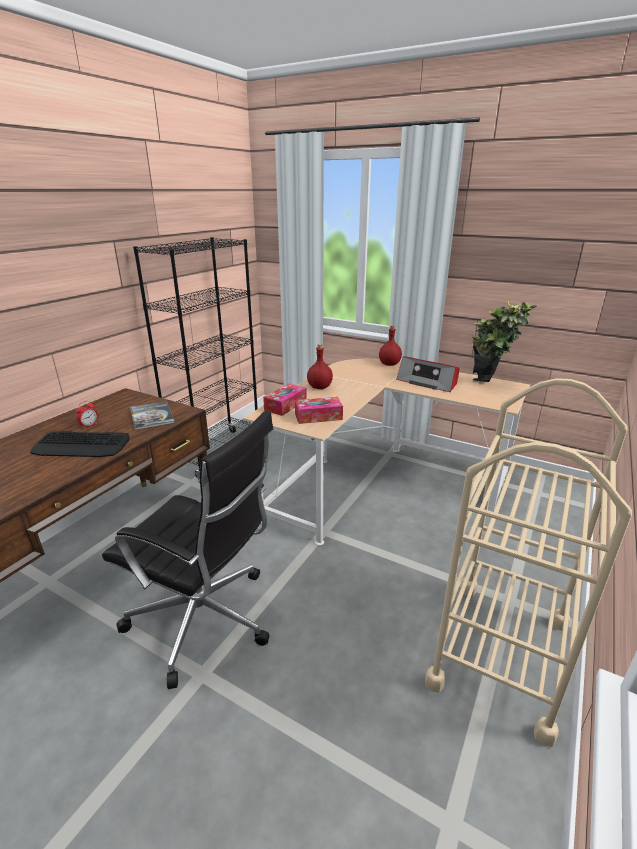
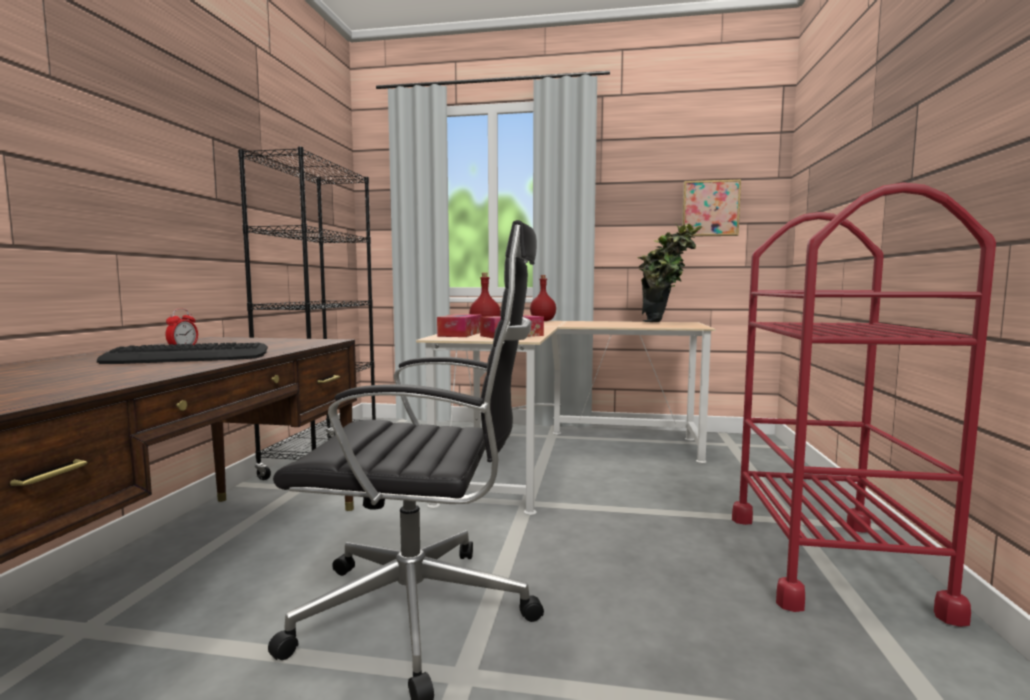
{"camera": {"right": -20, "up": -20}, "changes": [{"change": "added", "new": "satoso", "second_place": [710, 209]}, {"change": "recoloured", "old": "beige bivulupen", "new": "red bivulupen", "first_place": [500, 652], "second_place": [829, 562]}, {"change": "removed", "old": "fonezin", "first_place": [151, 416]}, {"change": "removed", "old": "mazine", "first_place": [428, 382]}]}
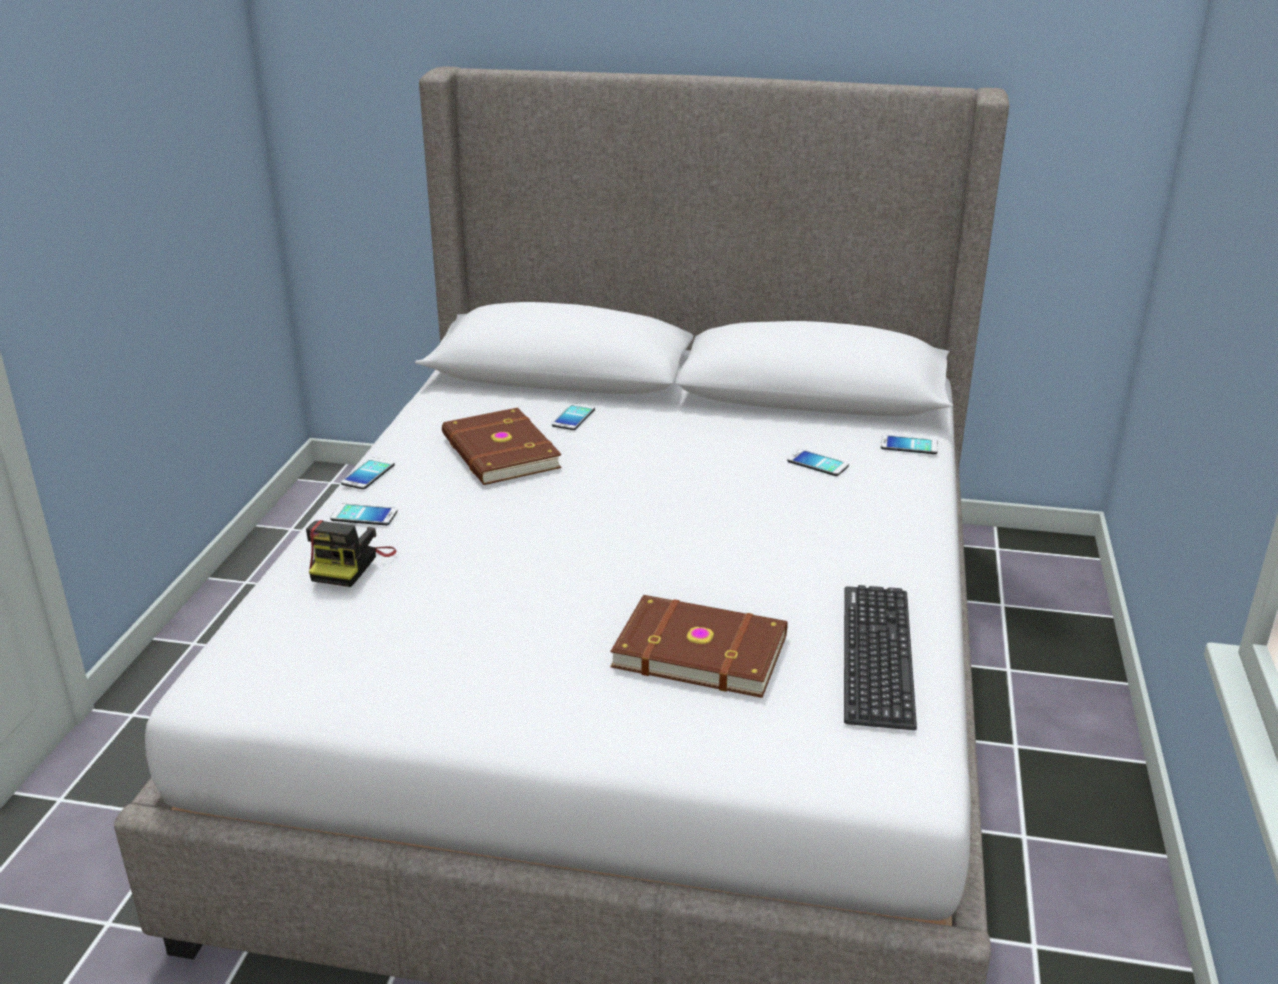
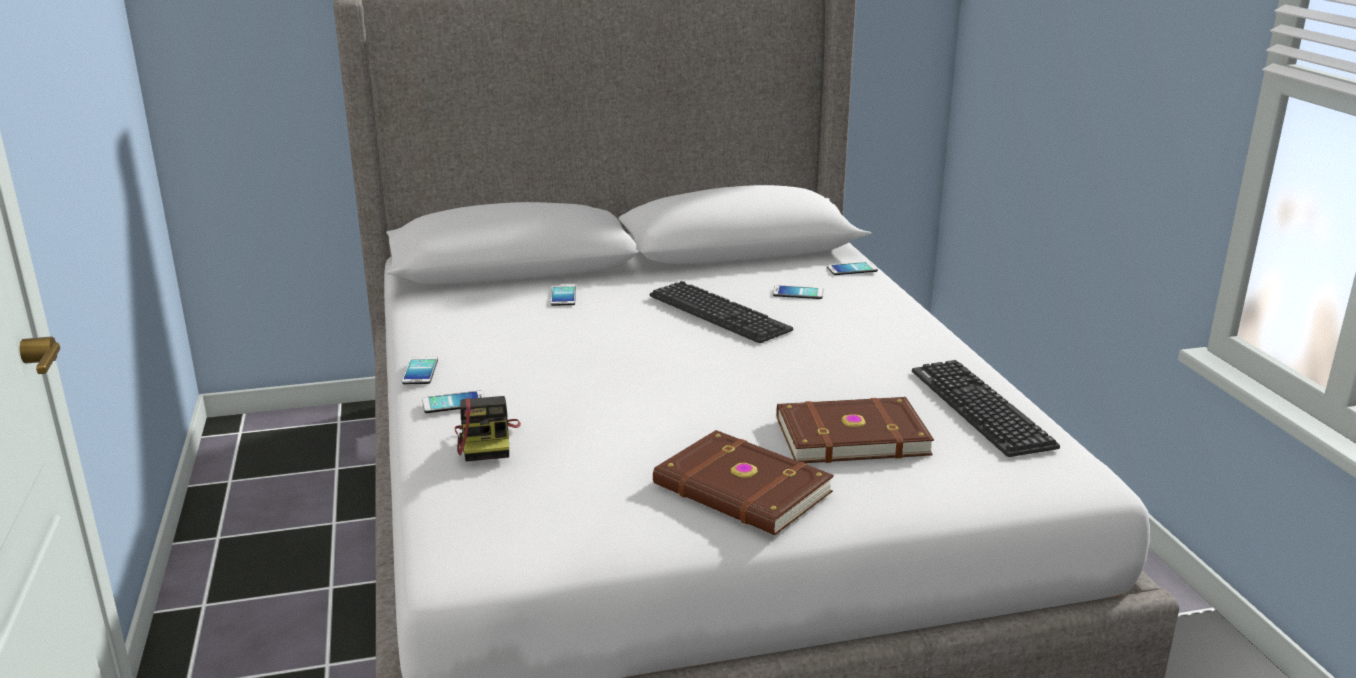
{"camera": {"right": -25, "up": -5}, "changes": [{"change": "added", "new": "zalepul", "second_place": [718, 313]}, {"change": "moved", "old": "brown fonezin", "first_place": [498, 453], "second_place": [741, 490]}]}
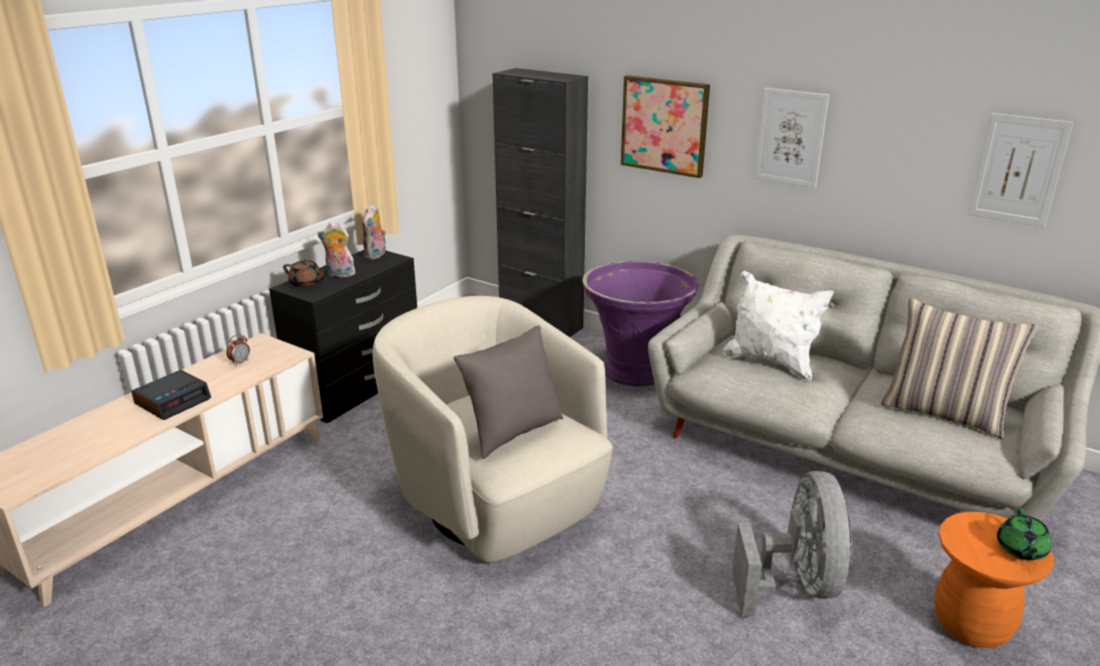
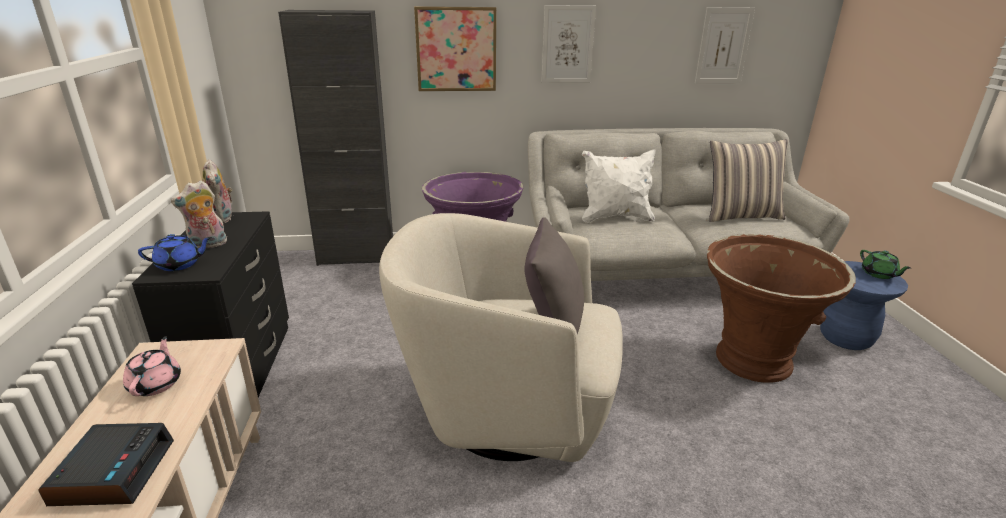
{"camera": {"right": -40, "up": 0}, "changes": [{"change": "replaced", "old": "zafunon", "new": "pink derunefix", "first_place": [240, 362], "second_place": [156, 384]}, {"change": "recoloured", "old": "brown derunefix", "new": "blue derunefix", "first_place": [307, 284], "second_place": [179, 264]}, {"change": "replaced", "old": "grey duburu", "new": "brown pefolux", "first_place": [795, 584], "second_place": [752, 361]}, {"change": "recoloured", "old": "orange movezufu", "new": "blue movezufu", "first_place": [971, 624], "second_place": [845, 338]}]}
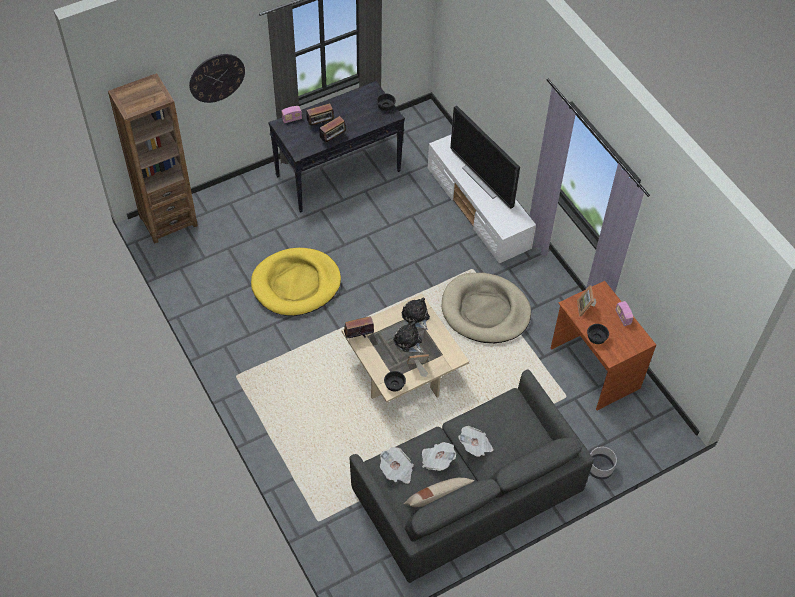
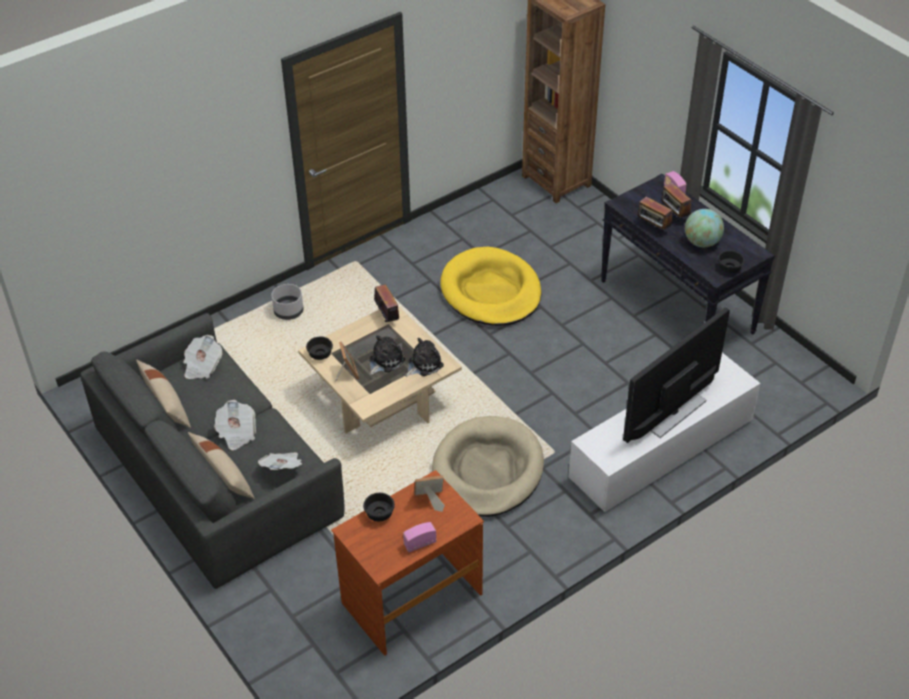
{"camera": {"right": 85, "up": -10}, "changes": [{"change": "added", "new": "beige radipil", "second_place": [223, 476]}, {"change": "moved", "old": "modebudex", "first_place": [437, 460], "second_place": [283, 468]}, {"change": "moved", "old": "grey pefolux", "first_place": [599, 469], "second_place": [288, 311]}, {"change": "added", "new": "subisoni", "second_place": [702, 242]}, {"change": "removed", "old": "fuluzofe", "first_place": [217, 78]}]}
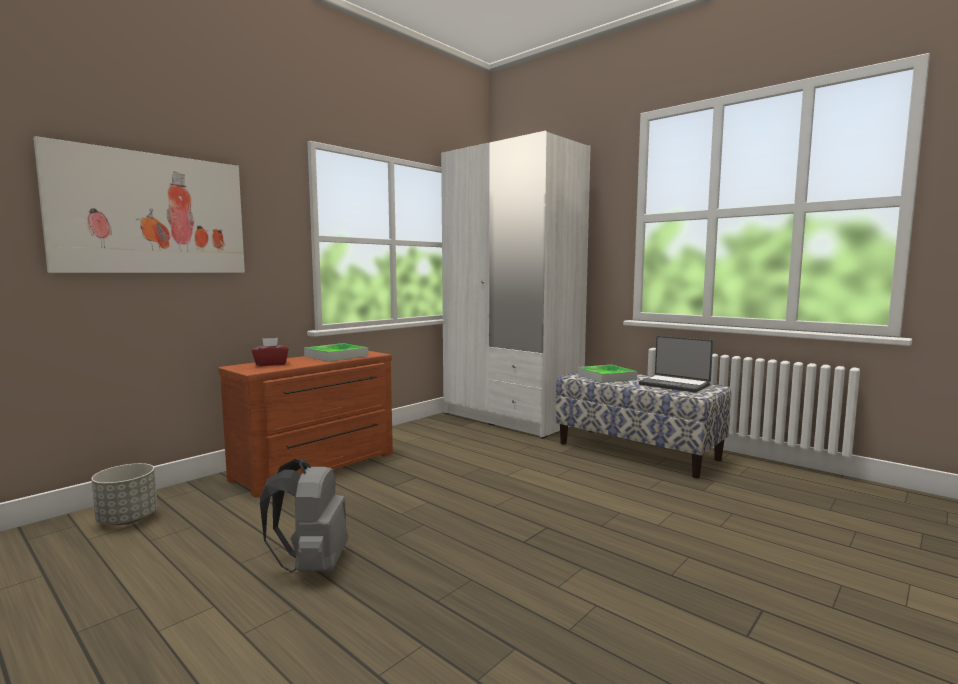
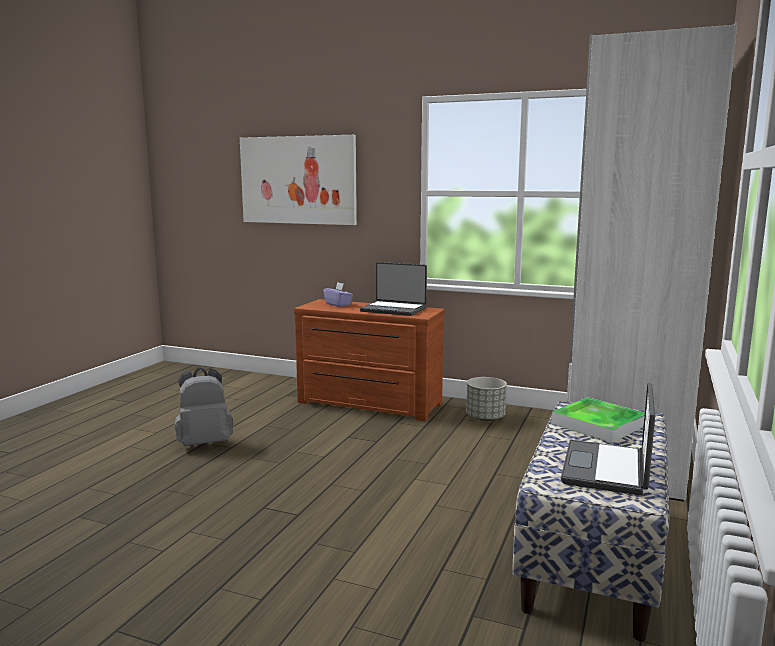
{"camera": {"right": 70, "up": 5}, "changes": [{"change": "recoloured", "old": "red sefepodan", "new": "purple sefepodan", "first_place": [271, 364], "second_place": [338, 304]}, {"change": "replaced", "old": "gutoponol", "new": "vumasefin", "first_place": [336, 356], "second_place": [394, 309]}, {"change": "moved", "old": "grey pefolux", "first_place": [127, 520], "second_place": [485, 418]}]}
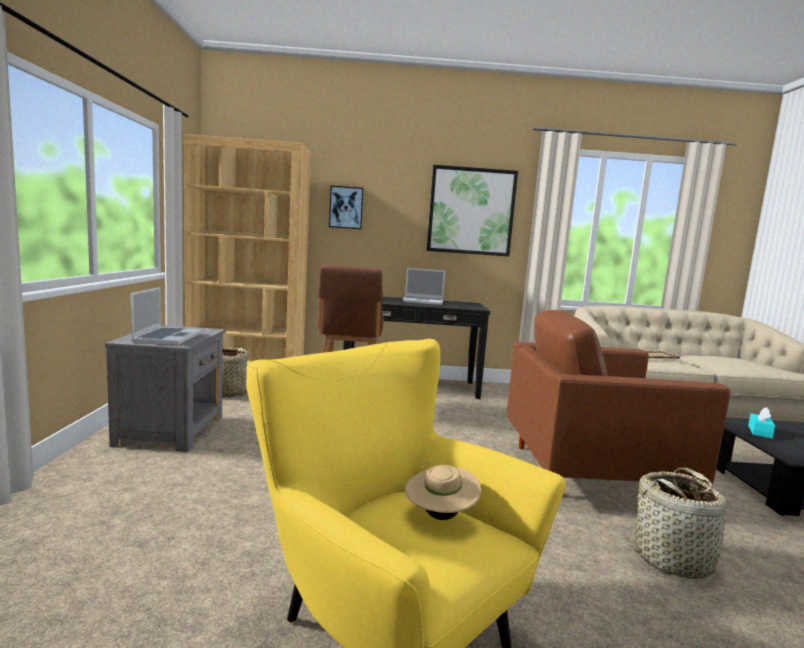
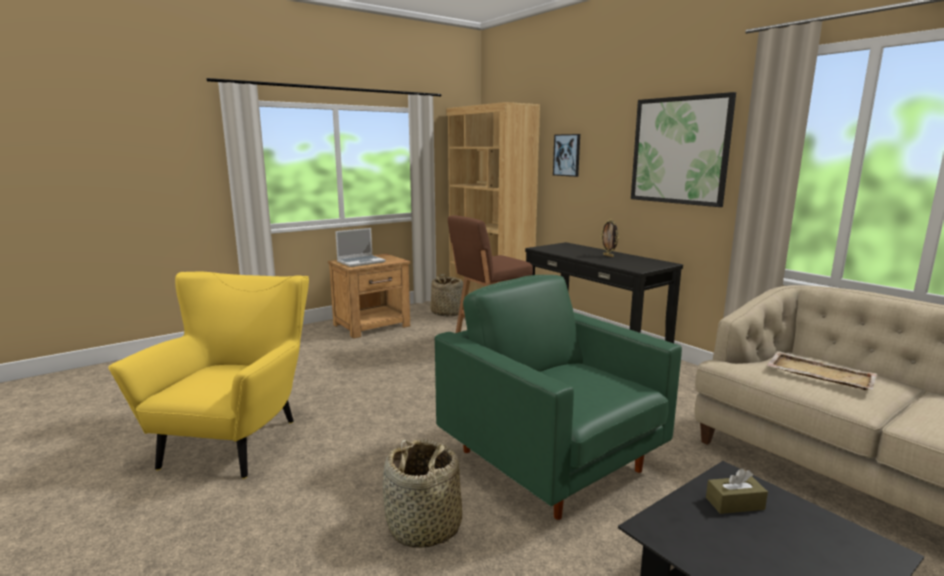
{"camera": {"right": 55, "up": 5}, "changes": [{"change": "recoloured", "old": "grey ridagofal", "new": "brown ridagofal", "first_place": [172, 430], "second_place": [373, 325]}, {"change": "recoloured", "old": "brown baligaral", "new": "green baligaral", "first_place": [592, 472], "second_place": [552, 461]}, {"change": "replaced", "old": "vumasefin", "new": "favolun", "first_place": [423, 301], "second_place": [608, 256]}, {"change": "recoloured", "old": "turquoise sefepodan", "new": "brown sefepodan", "first_place": [760, 431], "second_place": [734, 503]}, {"change": "removed", "old": "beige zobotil", "first_place": [439, 516]}]}
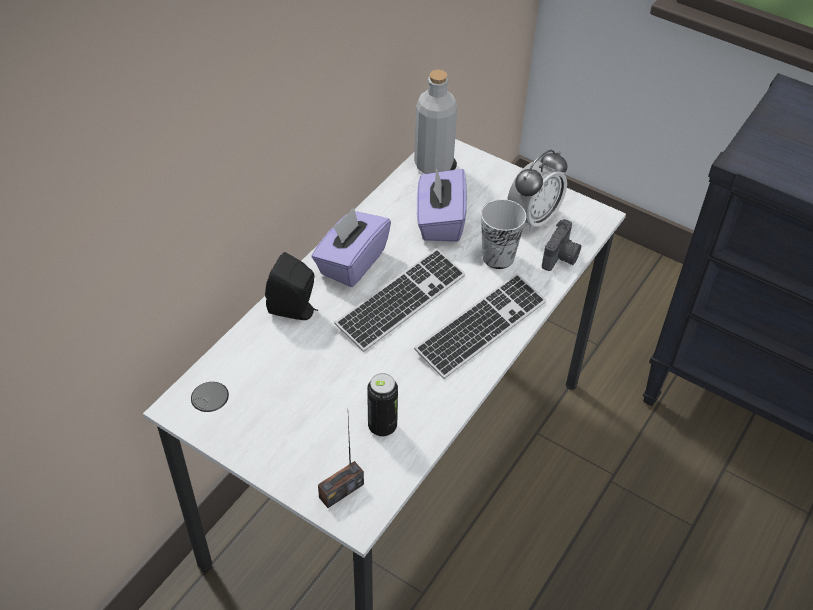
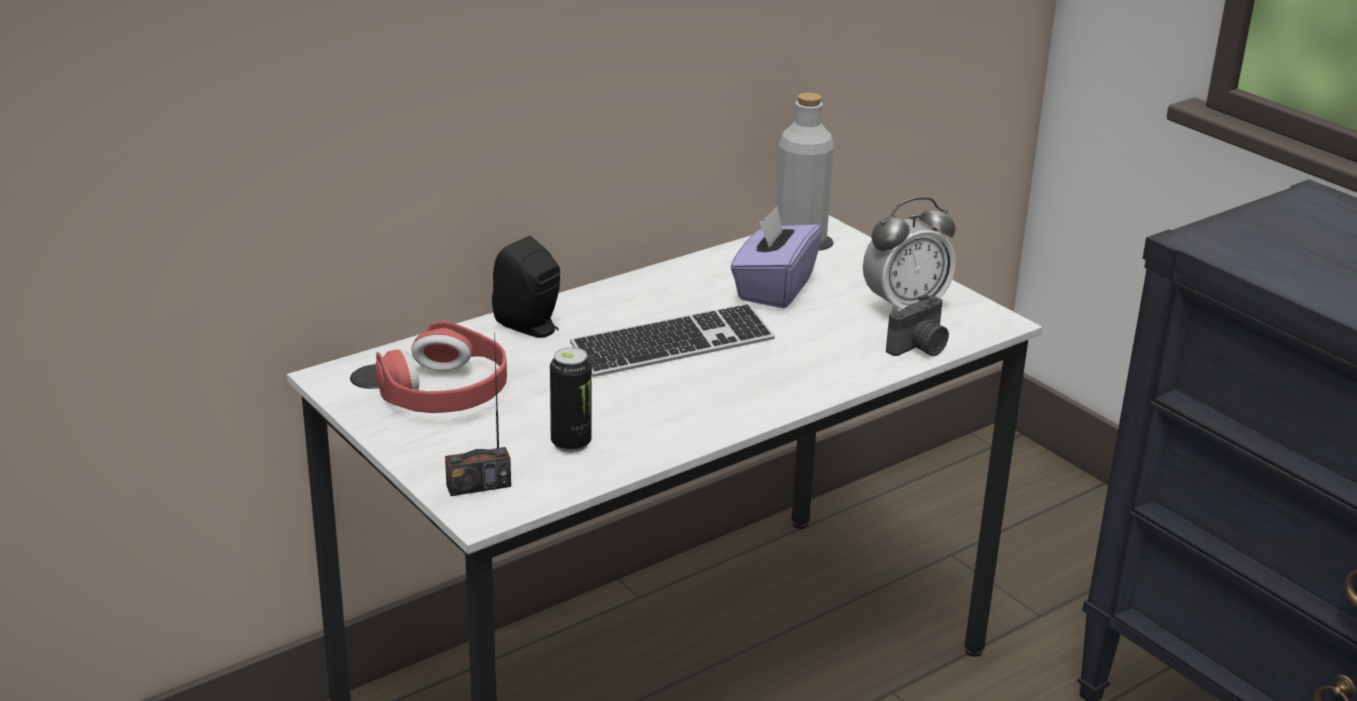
{"camera": {"right": 20, "up": -20}, "changes": [{"change": "added", "new": "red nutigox", "second_place": [445, 391]}, {"change": "removed", "old": "purple sefepodan", "first_place": [351, 262]}, {"change": "removed", "old": "zalepul", "first_place": [481, 327]}, {"change": "removed", "old": "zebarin", "first_place": [498, 257]}]}
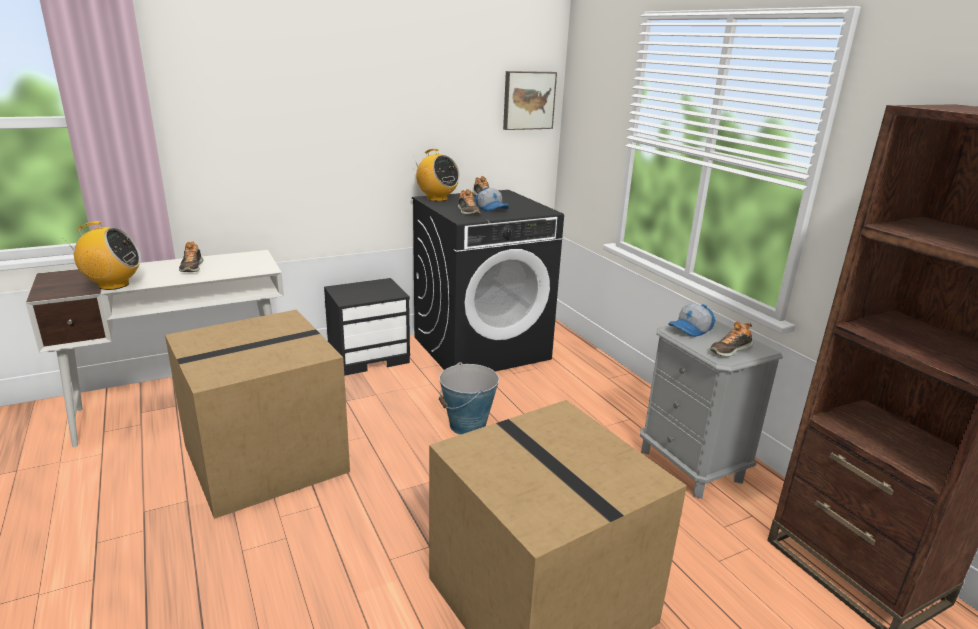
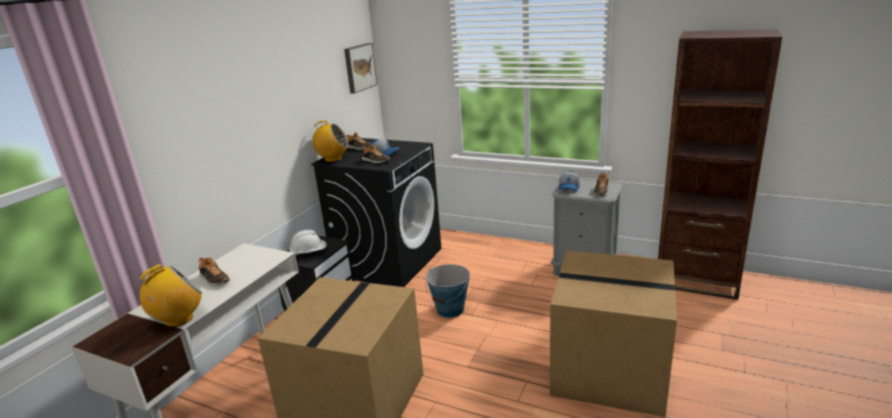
{"camera": {"right": -35, "up": 0}, "changes": [{"change": "added", "new": "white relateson", "second_place": [309, 253]}]}
